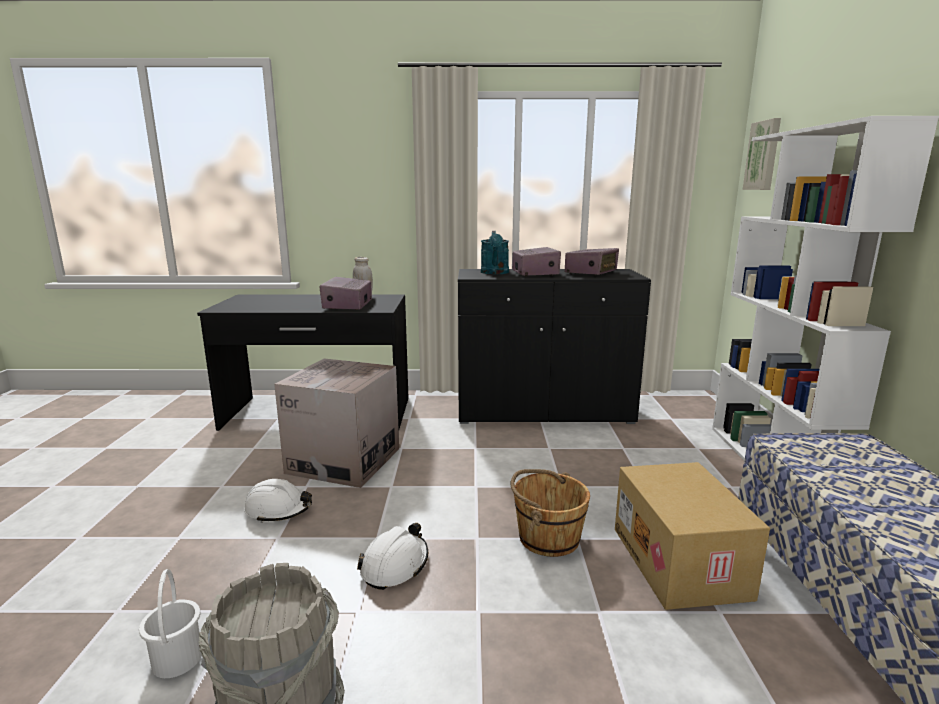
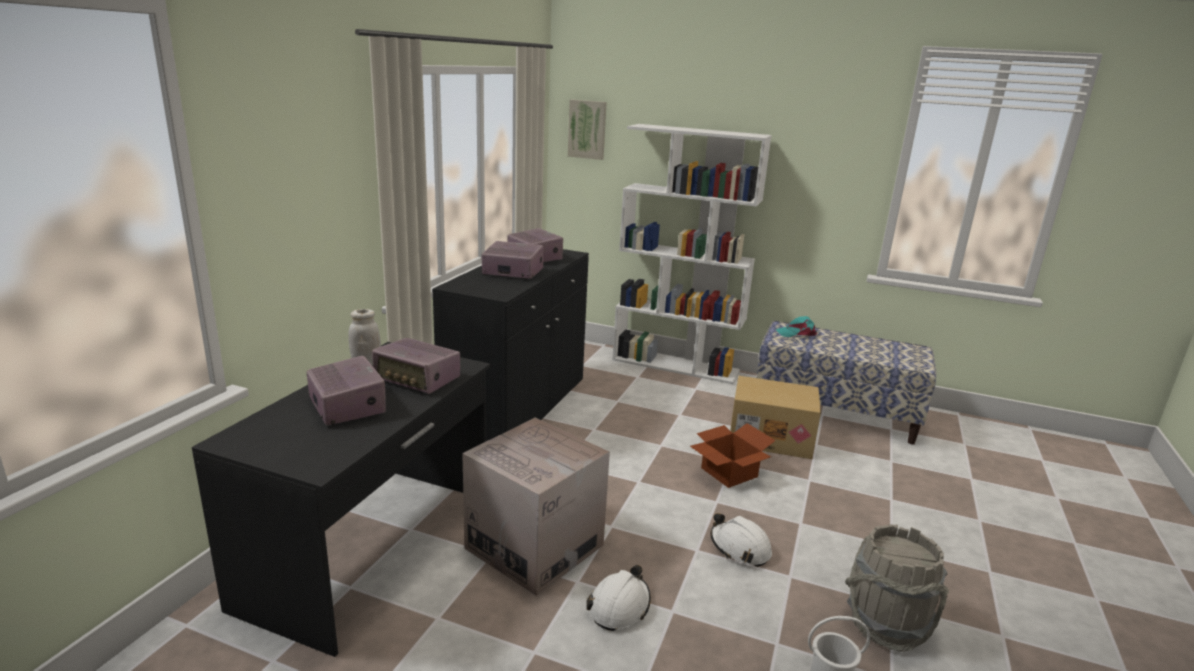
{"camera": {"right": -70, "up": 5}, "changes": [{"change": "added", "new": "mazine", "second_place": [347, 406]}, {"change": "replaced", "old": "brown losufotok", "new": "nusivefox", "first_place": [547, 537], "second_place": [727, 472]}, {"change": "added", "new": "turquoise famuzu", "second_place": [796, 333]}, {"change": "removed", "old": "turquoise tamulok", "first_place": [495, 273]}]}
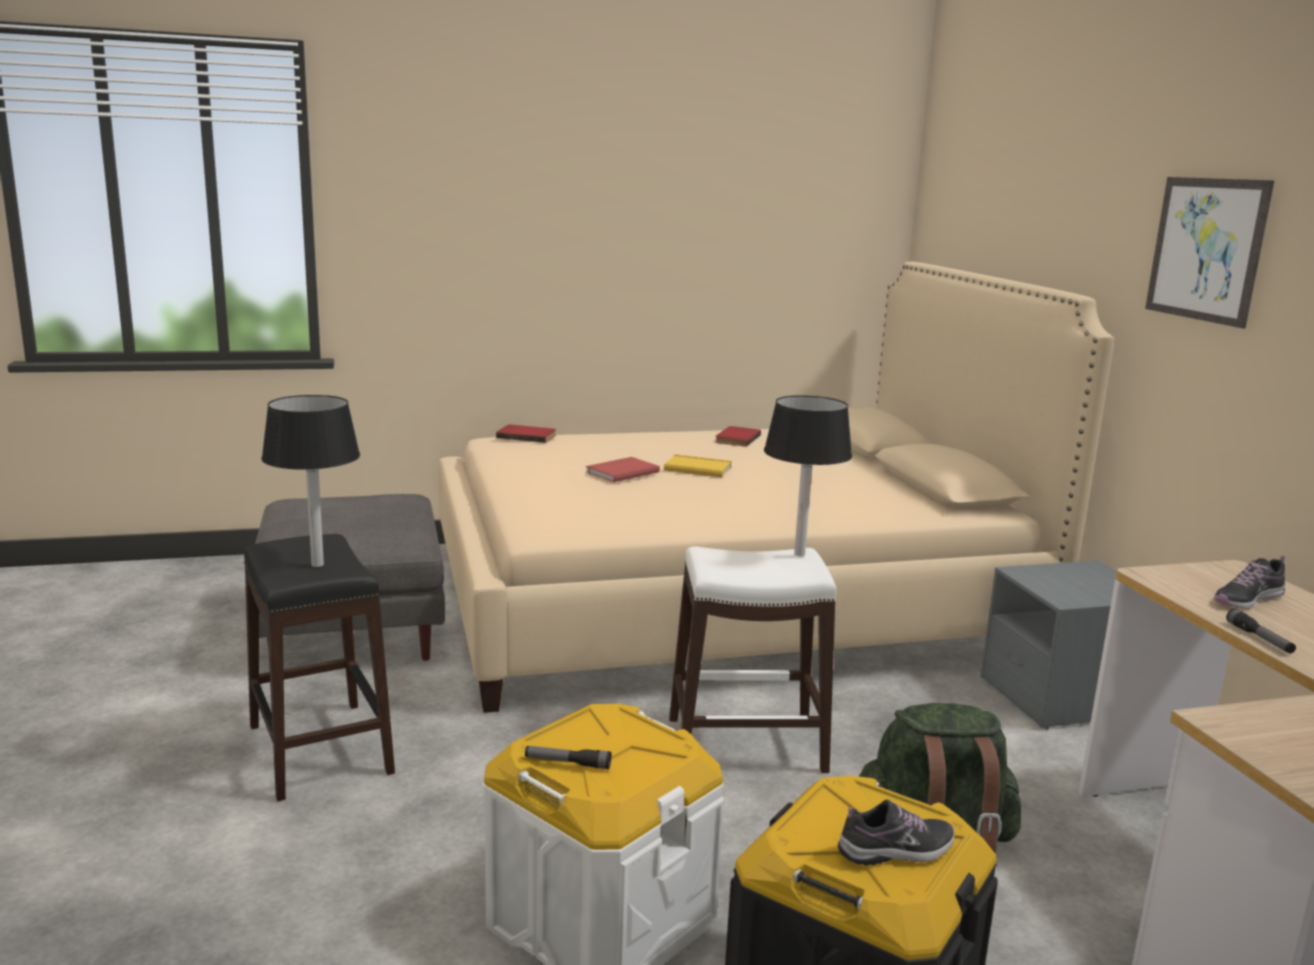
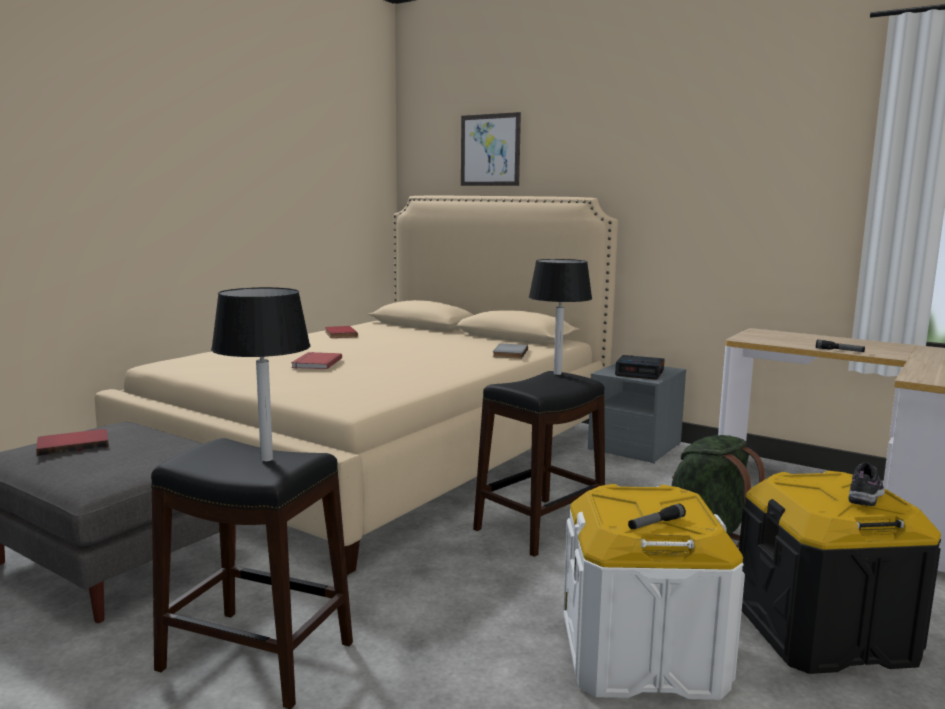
{"camera": {"right": -40, "up": -5}, "changes": [{"change": "moved", "old": "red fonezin", "first_place": [527, 436], "second_place": [73, 445]}, {"change": "moved", "old": "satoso", "first_place": [1206, 249], "second_place": [490, 150]}, {"change": "recoloured", "old": "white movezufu", "new": "black movezufu", "first_place": [745, 744], "second_place": [539, 526]}, {"change": "added", "new": "grey fonezin", "second_place": [508, 353]}, {"change": "added", "new": "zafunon", "second_place": [640, 373]}, {"change": "removed", "old": "yellow fonezin", "first_place": [698, 468]}, {"change": "removed", "old": "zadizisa", "first_place": [1247, 599]}]}
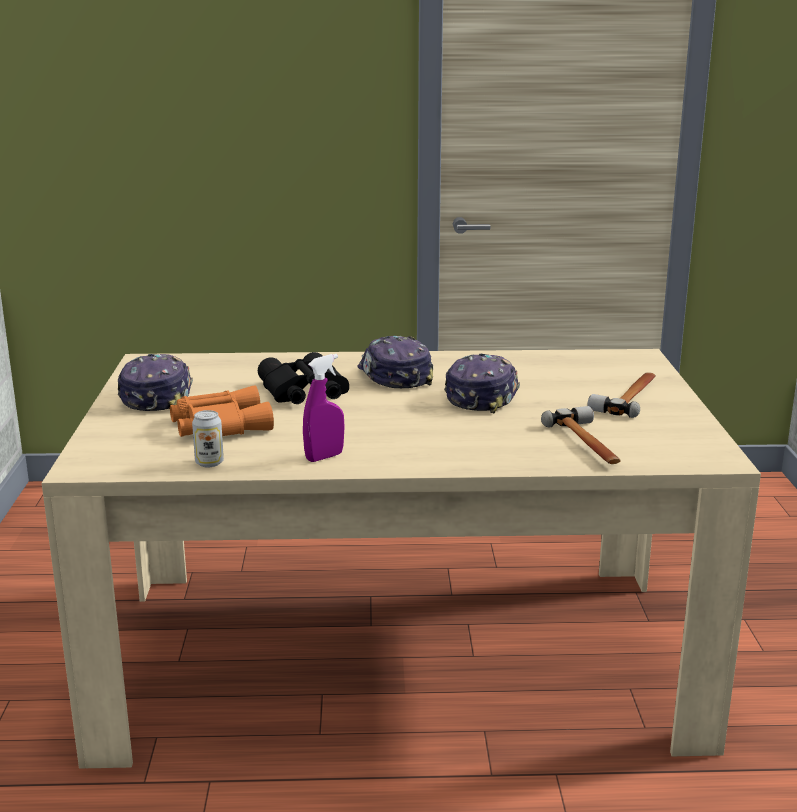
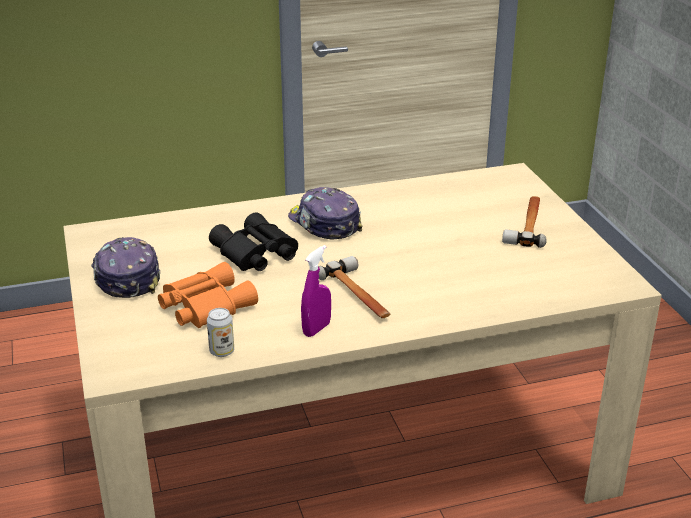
{"camera": {"right": -15, "up": 10}, "changes": [{"change": "moved", "old": "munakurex", "first_place": [588, 444], "second_place": [359, 295]}, {"change": "removed", "old": "famuzu", "first_place": [482, 397]}]}
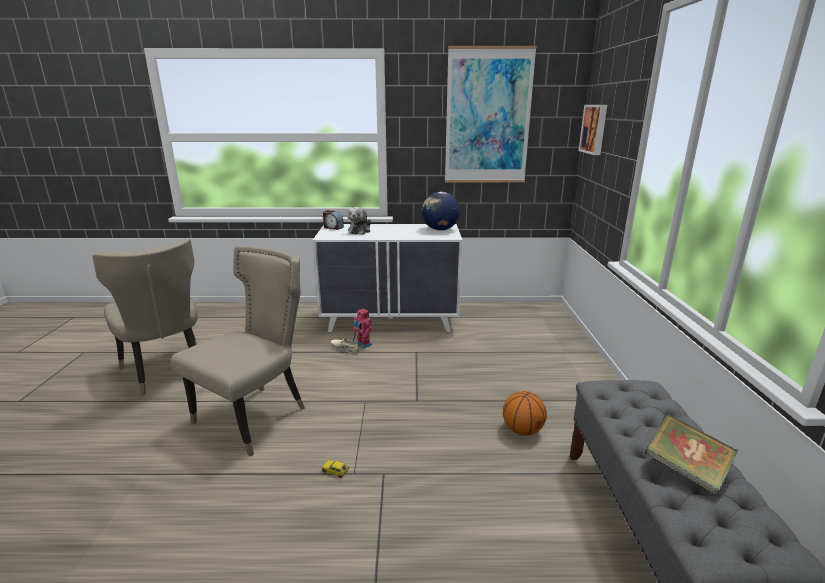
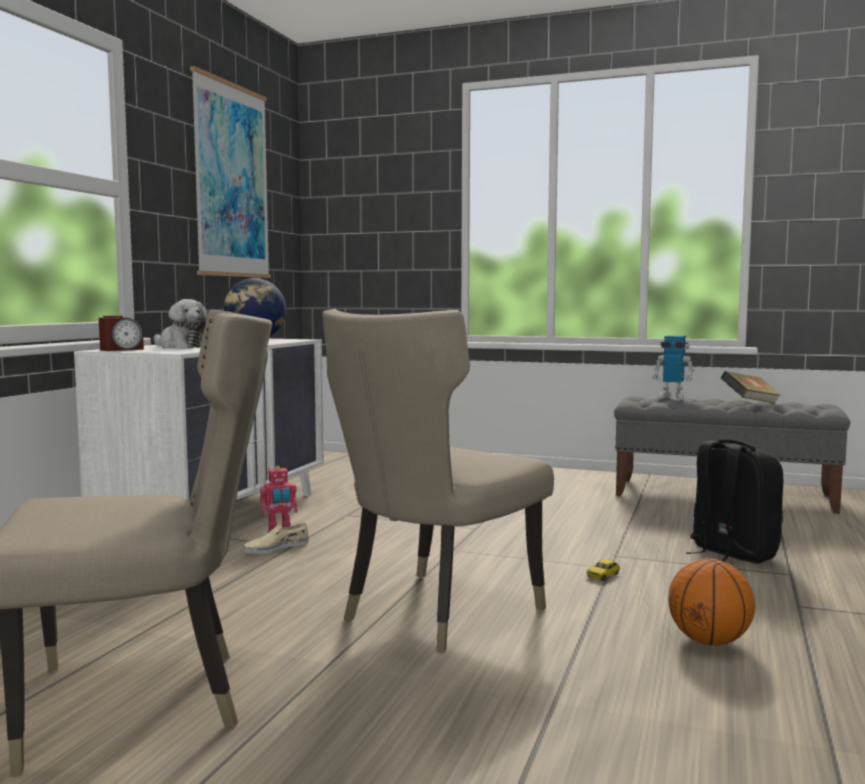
{"camera": {"right": -70, "up": -15}, "changes": [{"change": "turned", "old": "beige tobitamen", "first_place": [256, 415], "second_place": [433, 613], "degrees": -105}, {"change": "added", "new": "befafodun", "second_place": [672, 397]}, {"change": "moved", "old": "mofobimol", "first_place": [522, 430], "second_place": [709, 641]}, {"change": "added", "new": "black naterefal", "second_place": [731, 554]}, {"change": "removed", "old": "satoso", "first_place": [594, 129]}]}
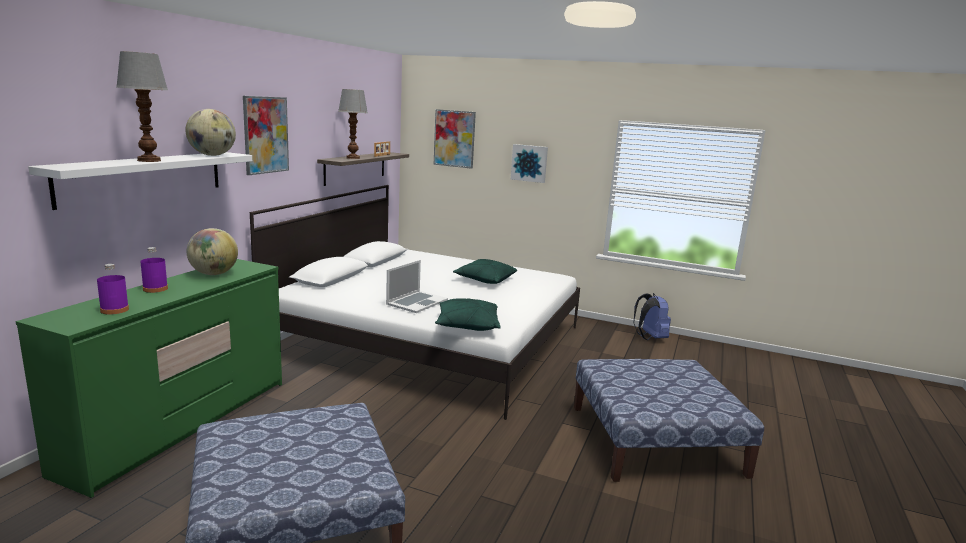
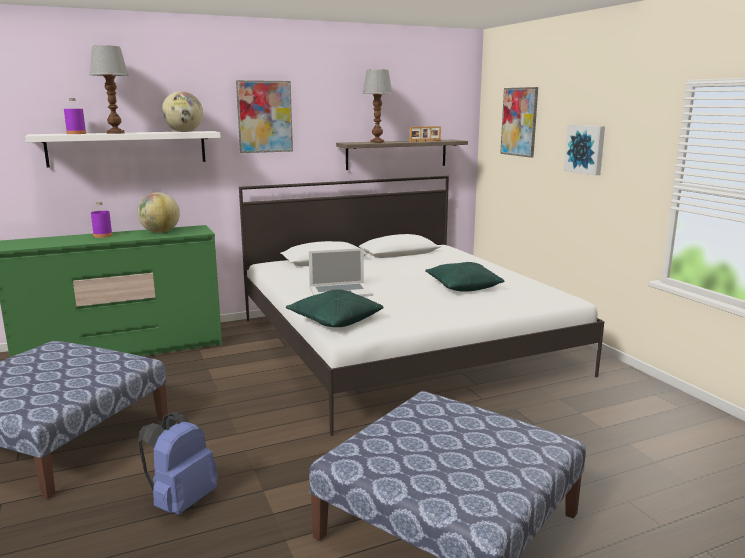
{"camera": {"right": 45, "up": 0}, "changes": [{"change": "moved", "old": "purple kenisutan", "first_place": [114, 310], "second_place": [76, 133]}, {"change": "moved", "old": "blue naterefal", "first_place": [650, 338], "second_place": [181, 502]}]}
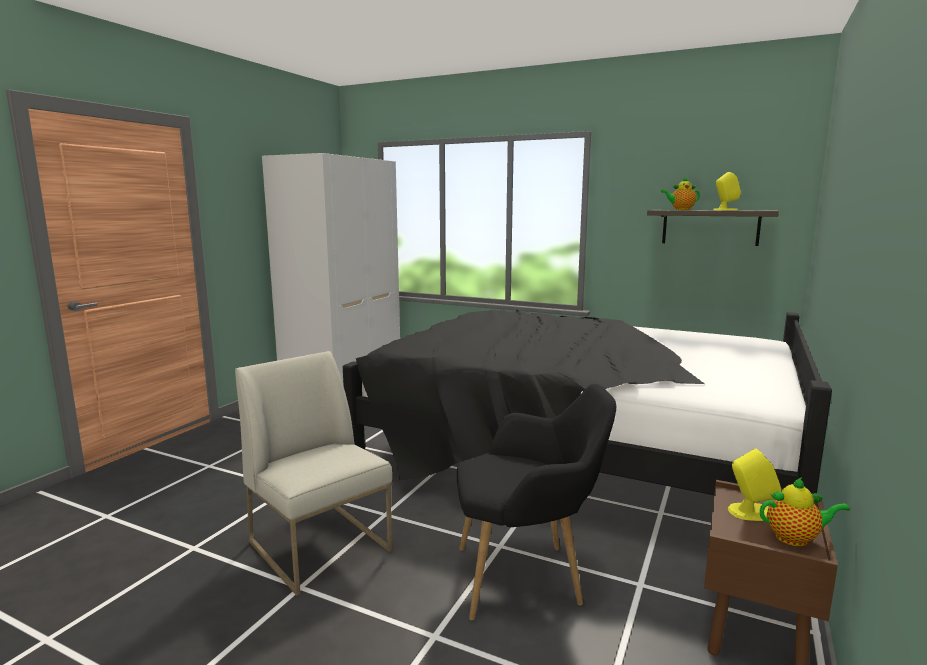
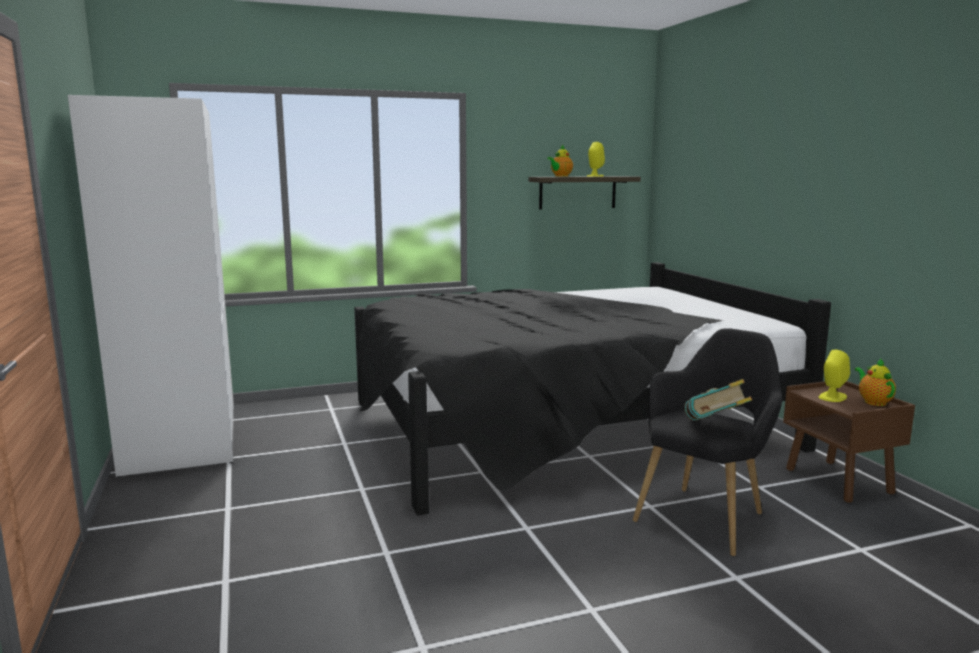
{"camera": {"right": -45, "up": 0}, "changes": [{"change": "added", "new": "fonezin", "second_place": [715, 428]}, {"change": "turned", "old": "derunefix", "first_place": [795, 538], "second_place": [873, 402], "degrees": -60}, {"change": "removed", "old": "white tobitamen", "first_place": [321, 546]}]}
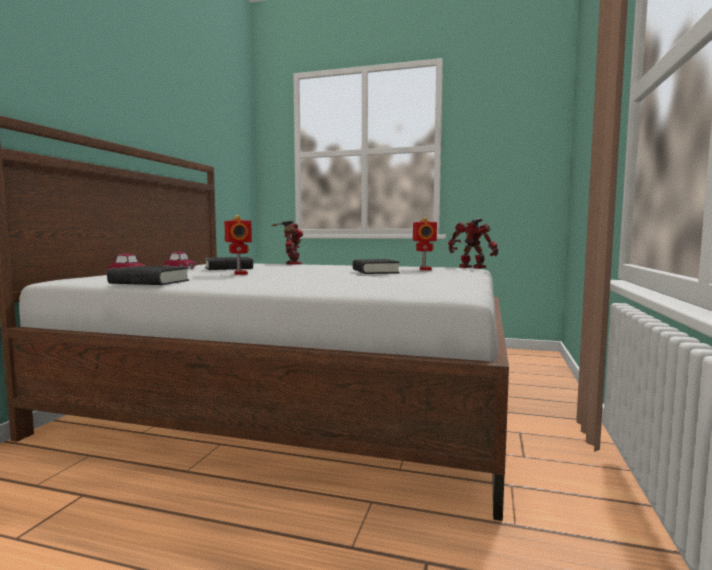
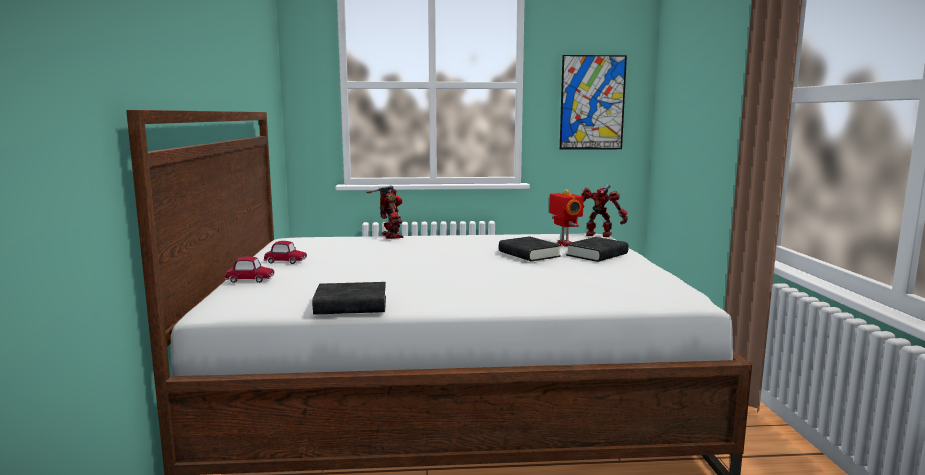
{"camera": {"right": -20, "up": 5}, "changes": [{"change": "added", "new": "satoso", "second_place": [592, 103]}, {"change": "moved", "old": "black fonezin", "first_place": [228, 268], "second_place": [597, 254]}, {"change": "removed", "old": "befafodun", "first_place": [239, 274]}]}
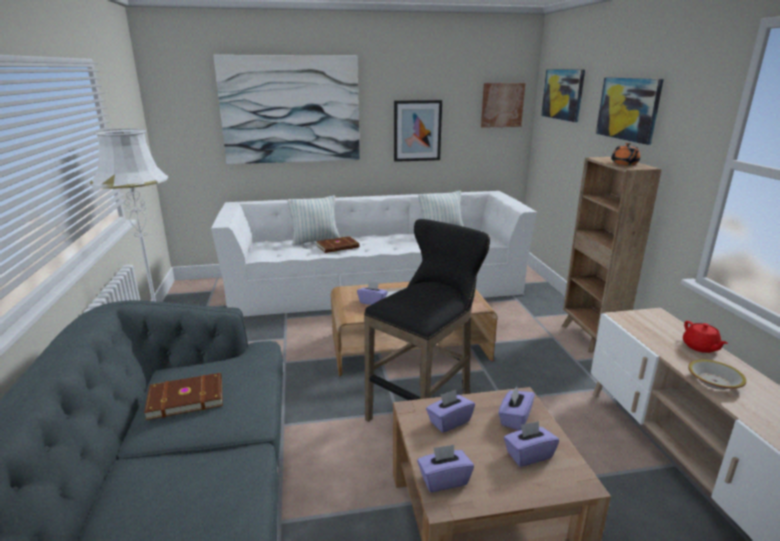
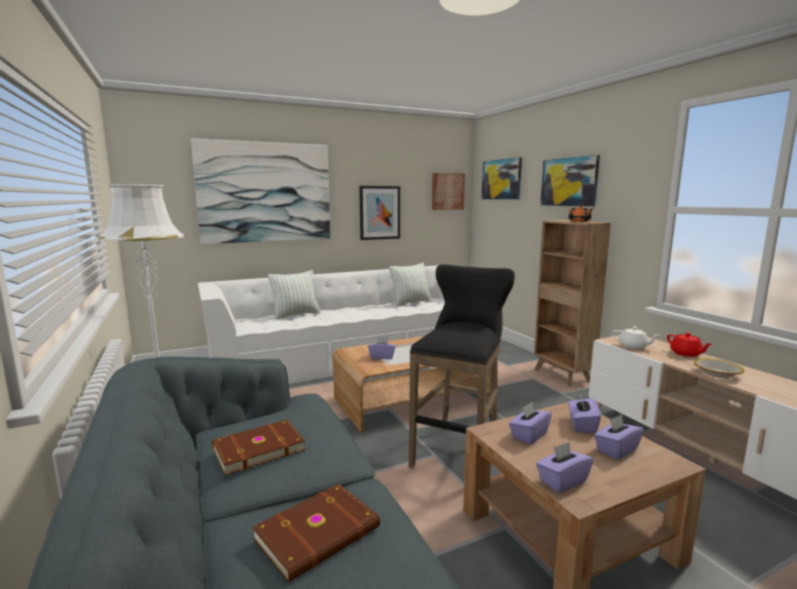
{"camera": {"right": -15, "up": -10}, "changes": [{"change": "moved", "old": "brown fonezin", "first_place": [338, 247], "second_place": [319, 534]}, {"change": "added", "new": "white derunefix", "second_place": [633, 347]}]}
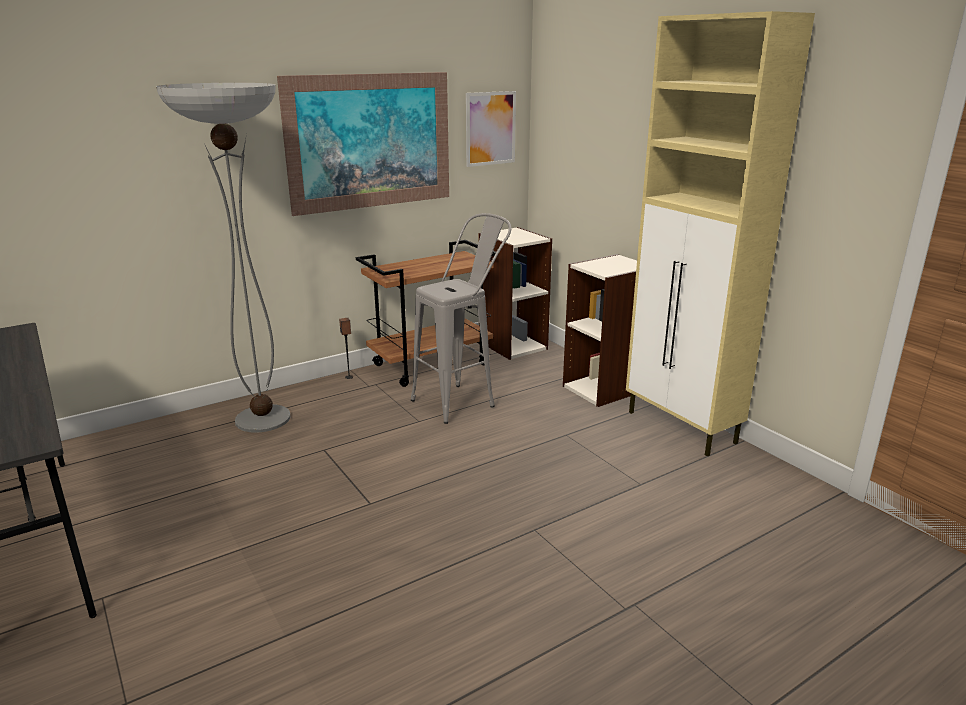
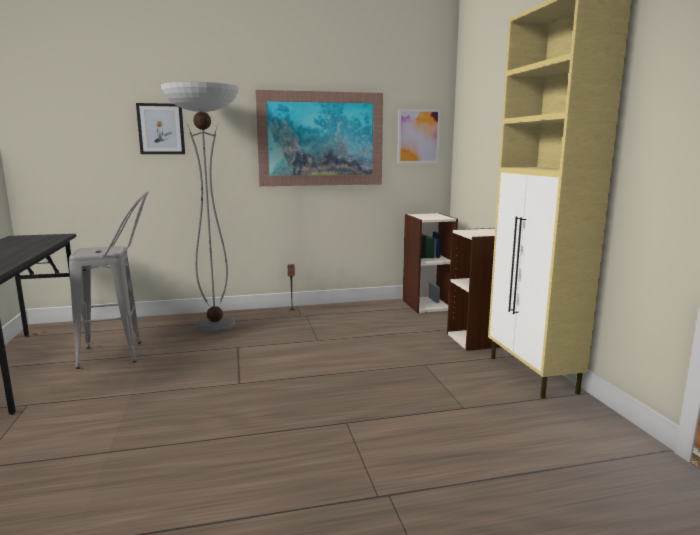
{"camera": {"right": 20, "up": -10}, "changes": [{"change": "moved", "old": "grey movezufu", "first_place": [463, 400], "second_place": [123, 353]}, {"change": "added", "new": "satoso", "second_place": [161, 129]}, {"change": "removed", "old": "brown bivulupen", "first_place": [431, 364]}]}
